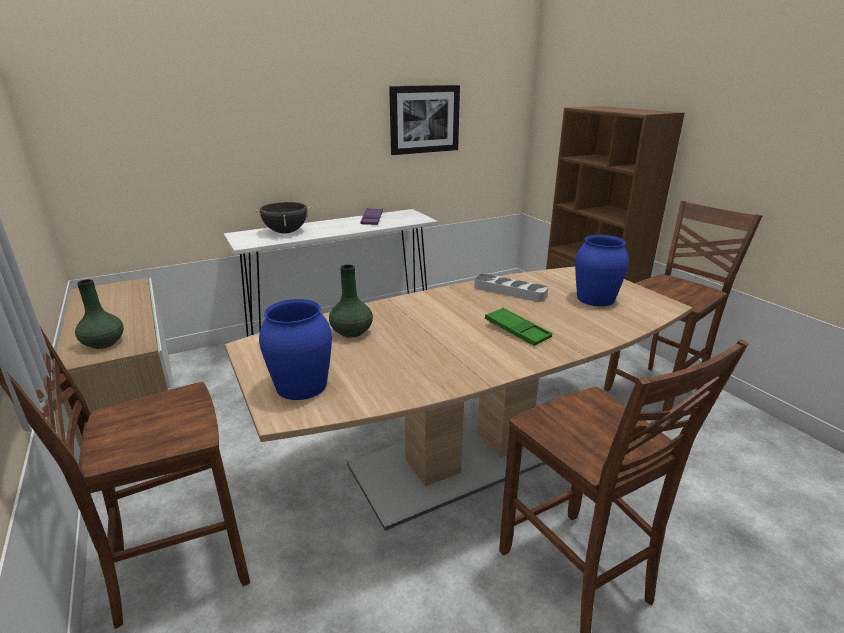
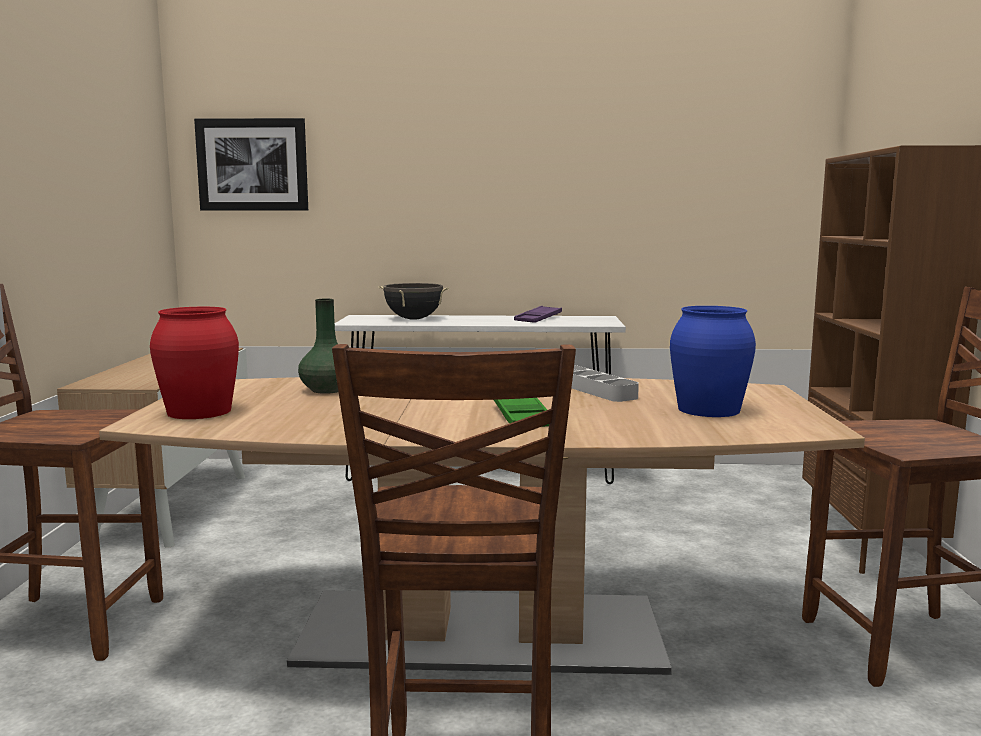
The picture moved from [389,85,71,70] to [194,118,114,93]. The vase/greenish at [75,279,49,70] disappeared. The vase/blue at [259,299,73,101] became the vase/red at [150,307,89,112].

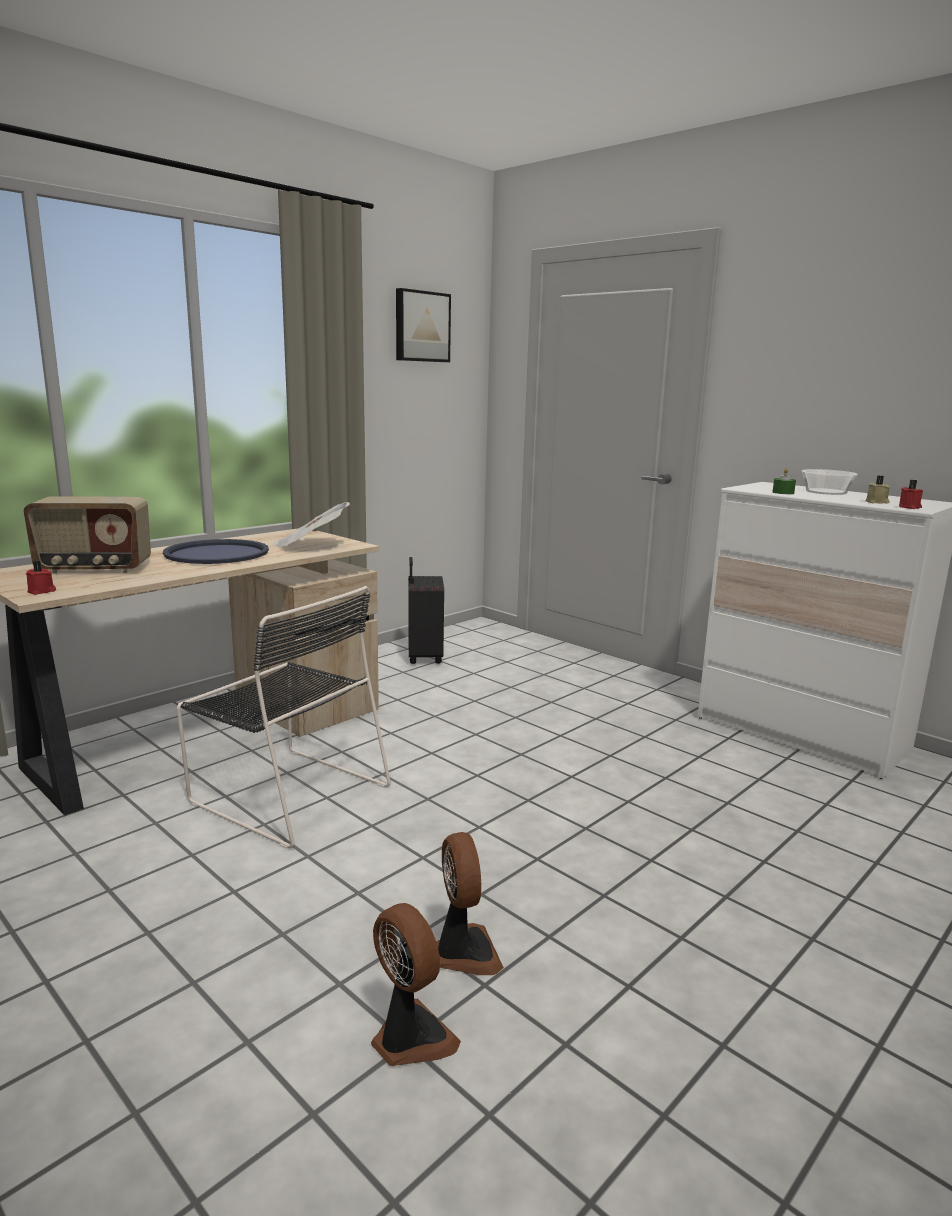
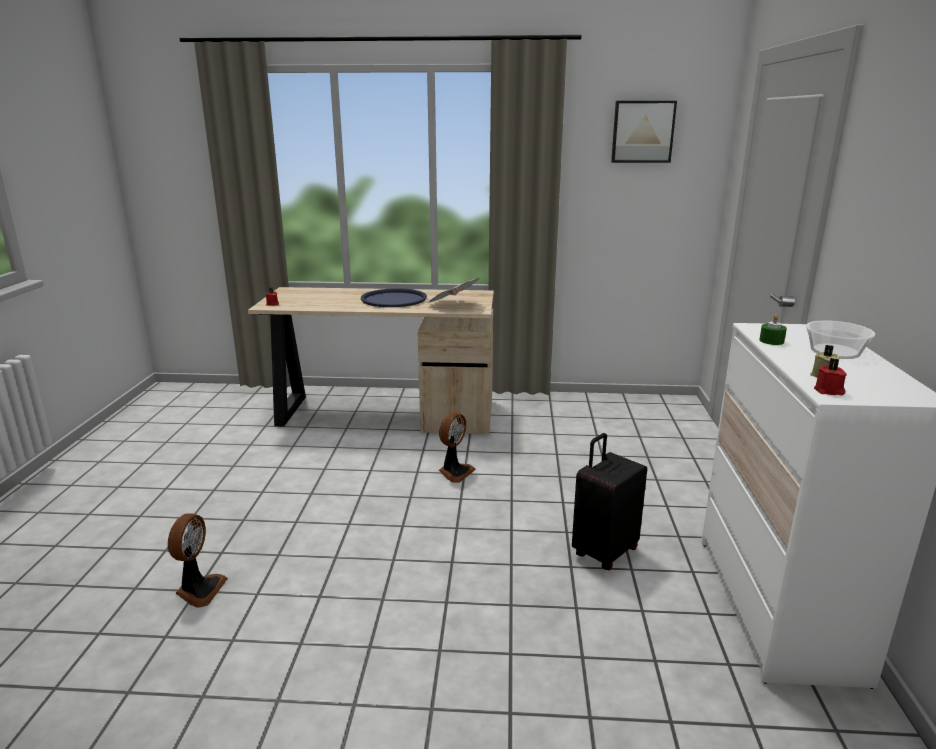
The radio set at [23,497,128,77] disappeared. The travel case/black moved from [408,557,36,107] to [572,433,75,137]. The upright chair/black at [177,586,214,263] disappeared. The fan moved from [436,832,68,143] to [439,412,37,71].

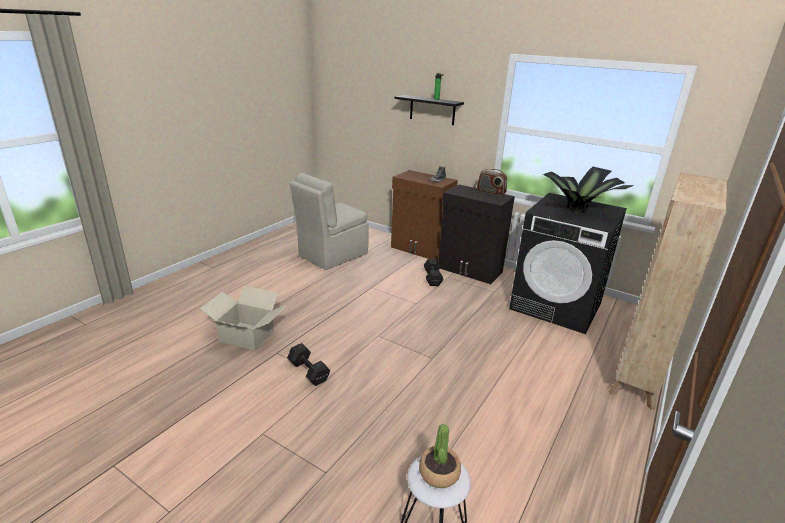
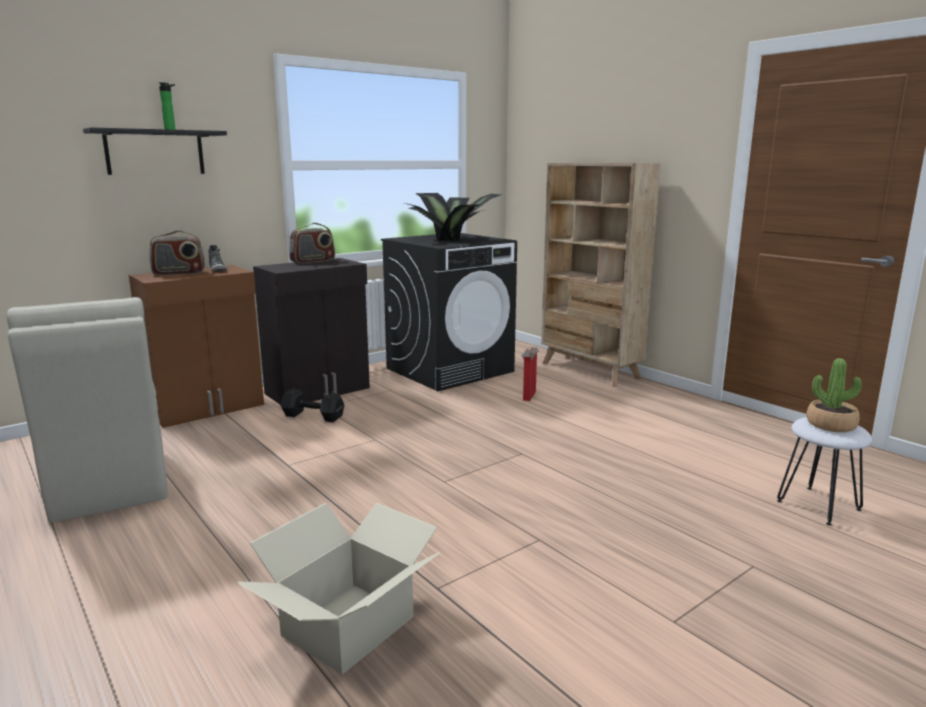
The hand weight/black at [287,343,43,43] disappeared. The radio set at [149,230,56,46] appeared. The carton at [522,347,17,54] appeared.

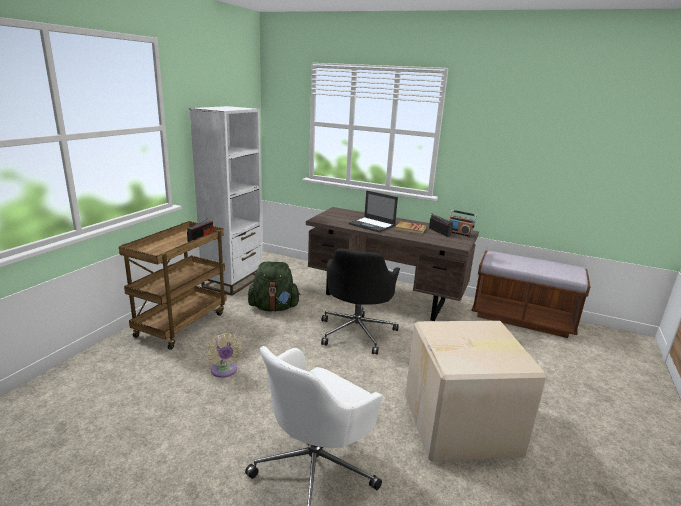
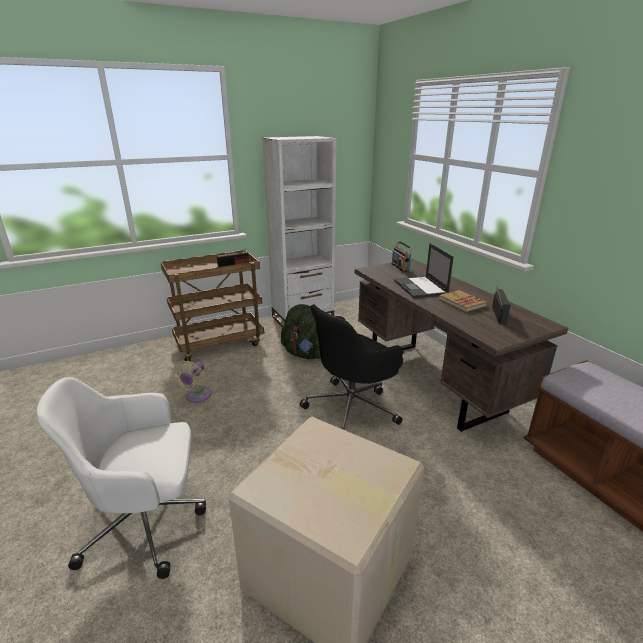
The radio set moved from [449,210,28,27] to [391,241,22,31].

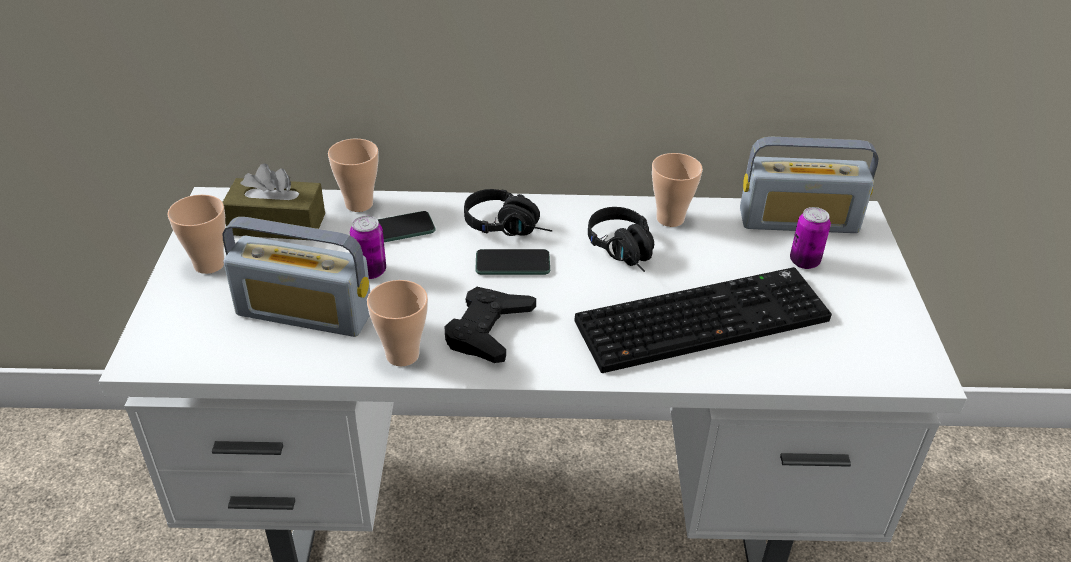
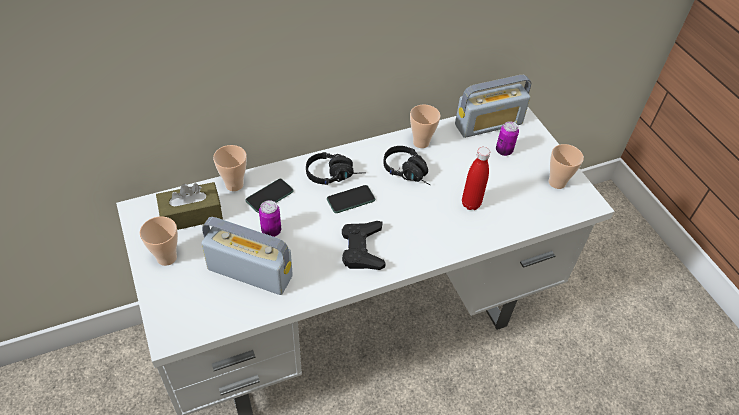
The radio set at [222,217,148,120] turned 150 degrees counterclockwise. The computer keyboard at [574,267,258,106] was replaced by the drink bottle/red at [462,147,28,63]. The drinking cup moved from [367,280,61,87] to [548,144,36,45].

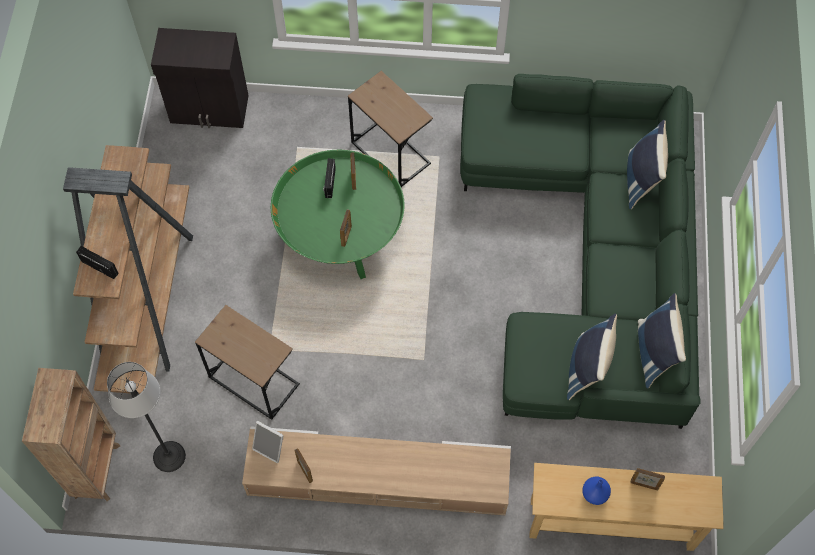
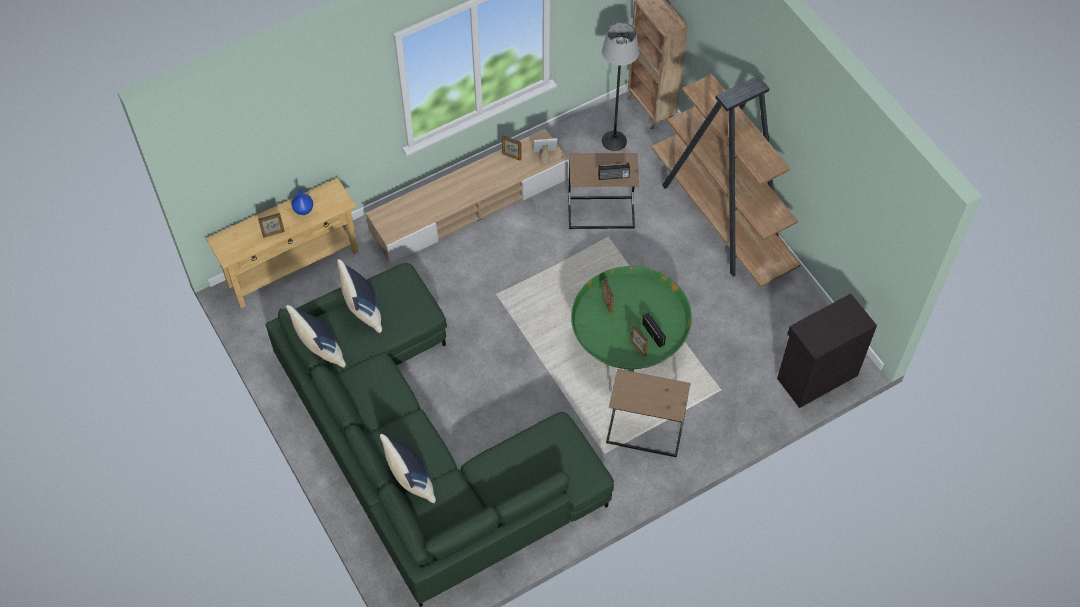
The radio set moved from [76,246,43,33] to [598,163,32,17].

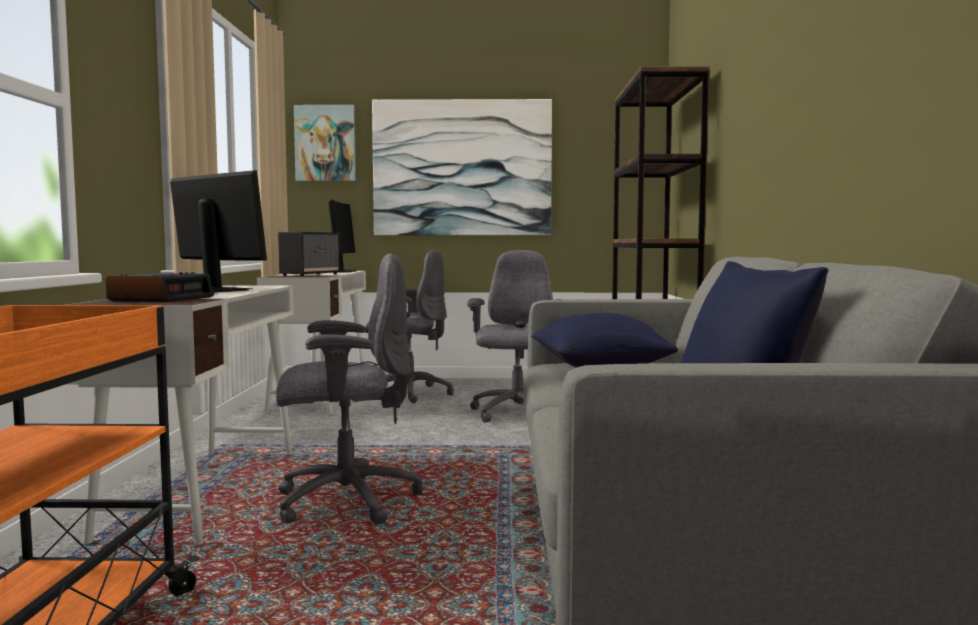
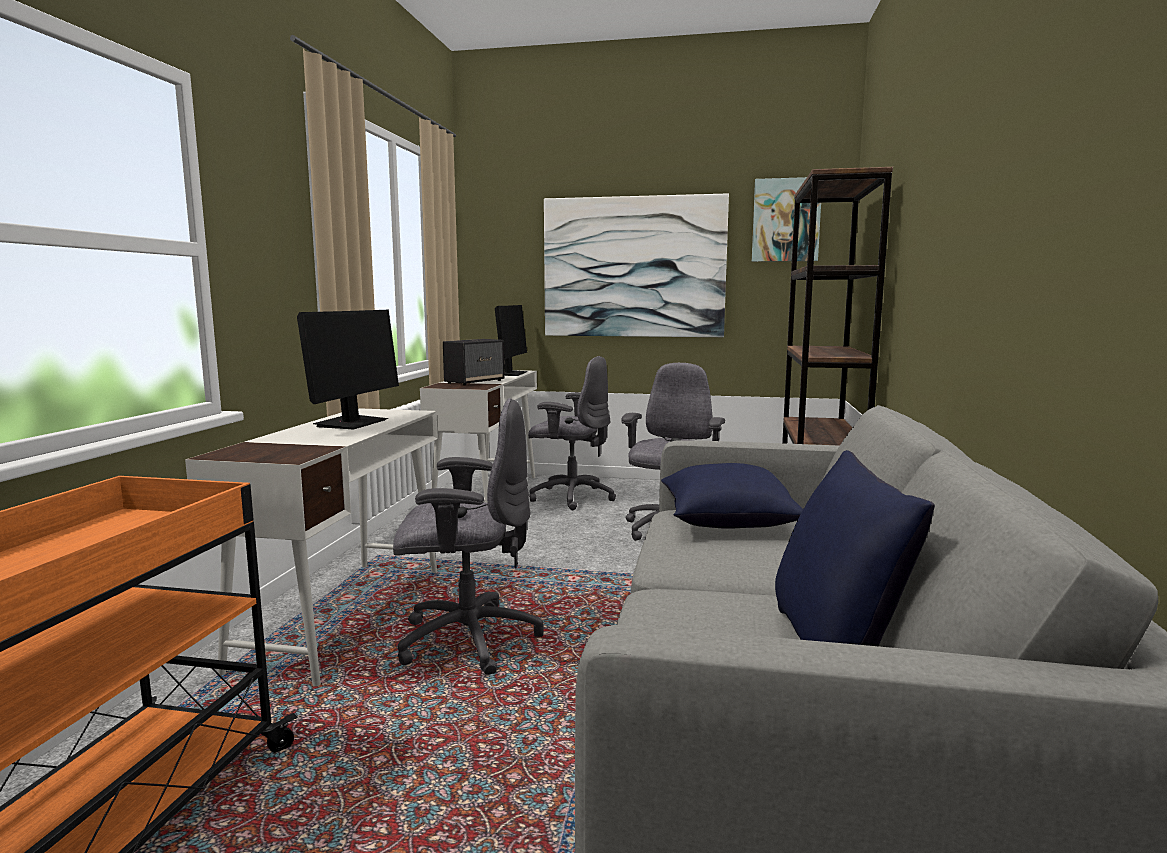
The picture moved from [294,105,62,76] to [752,177,69,85]. The computer screen at [170,170,97,122] turned 60 degrees clockwise. The alarm clock at [106,272,108,30] disappeared.

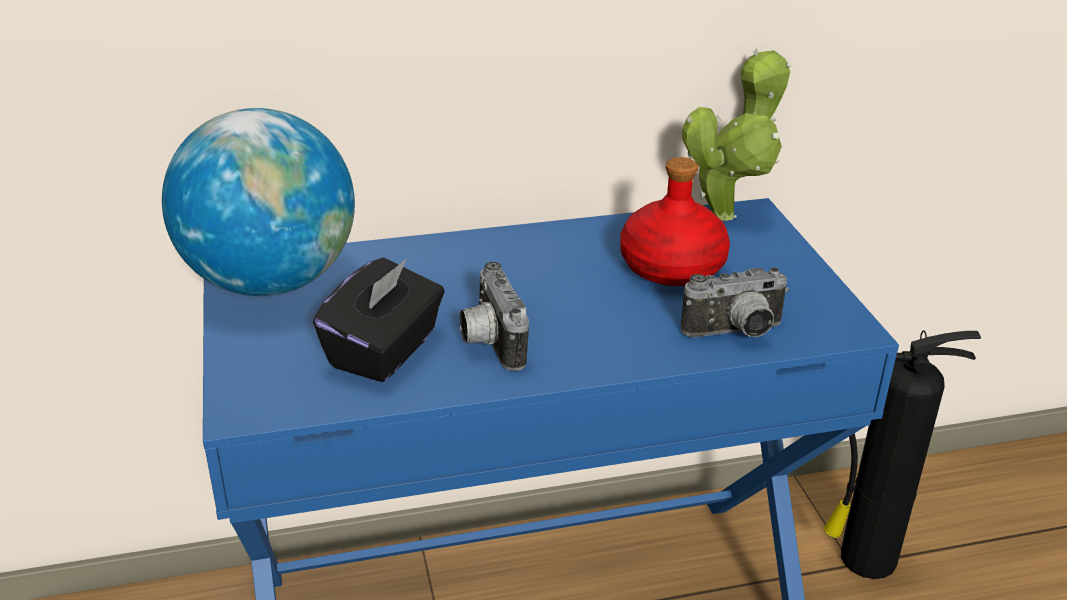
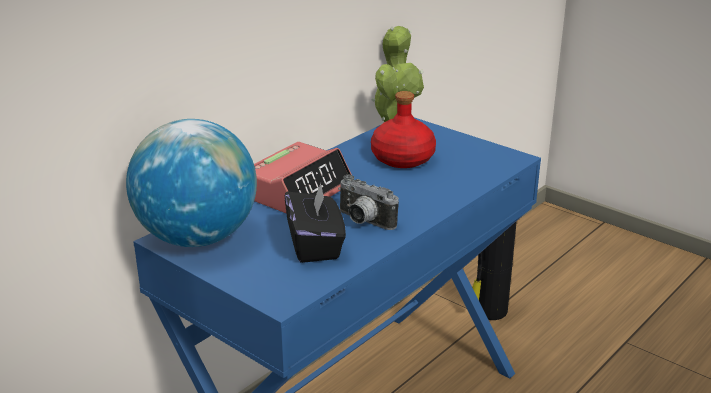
The photo camera at [681,267,108,70] disappeared. The alarm clock at [254,142,98,71] appeared.

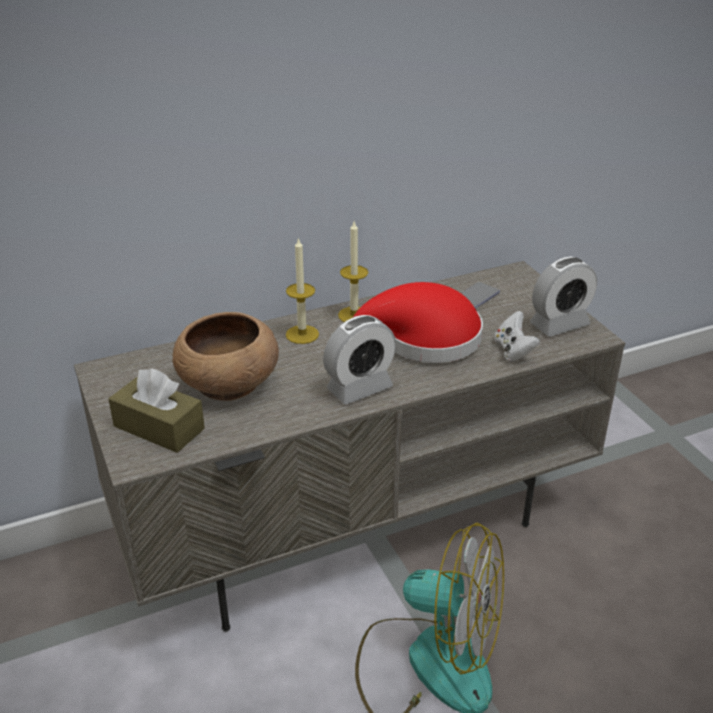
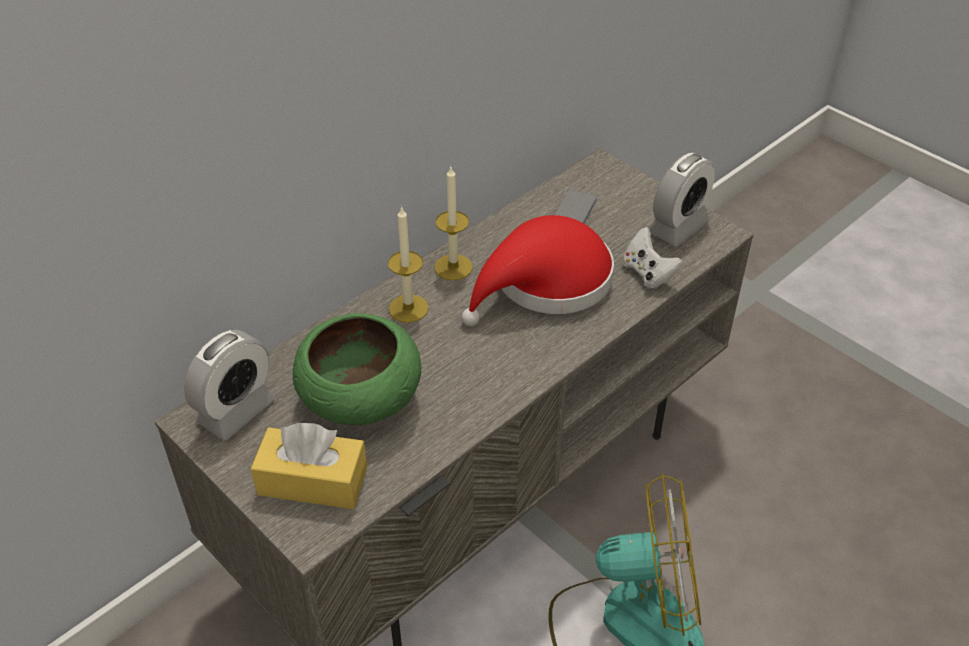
The deep dish/brown at [173,312,106,89] became the deep dish/greenish at [293,313,128,112]. The alarm clock moved from [323,315,73,90] to [184,330,91,110]. The tissue box/brown at [108,368,97,85] became the tissue box/yellow at [251,423,116,86].

